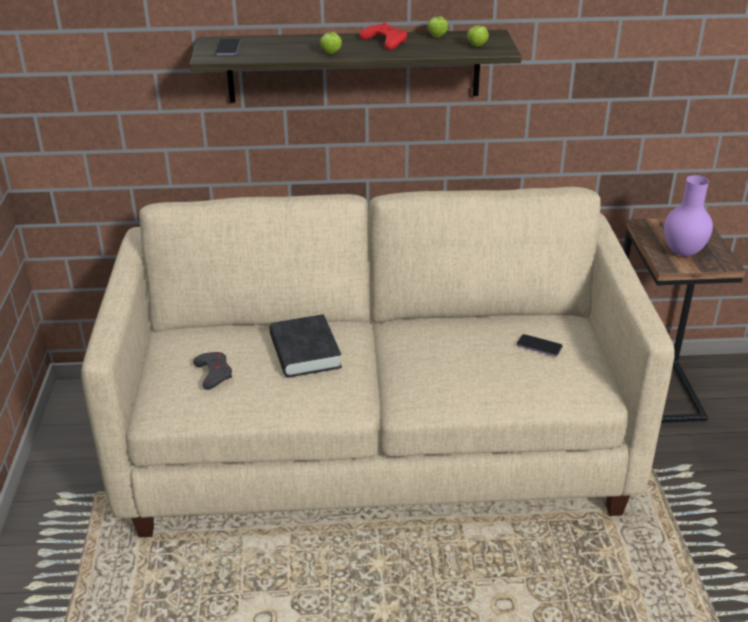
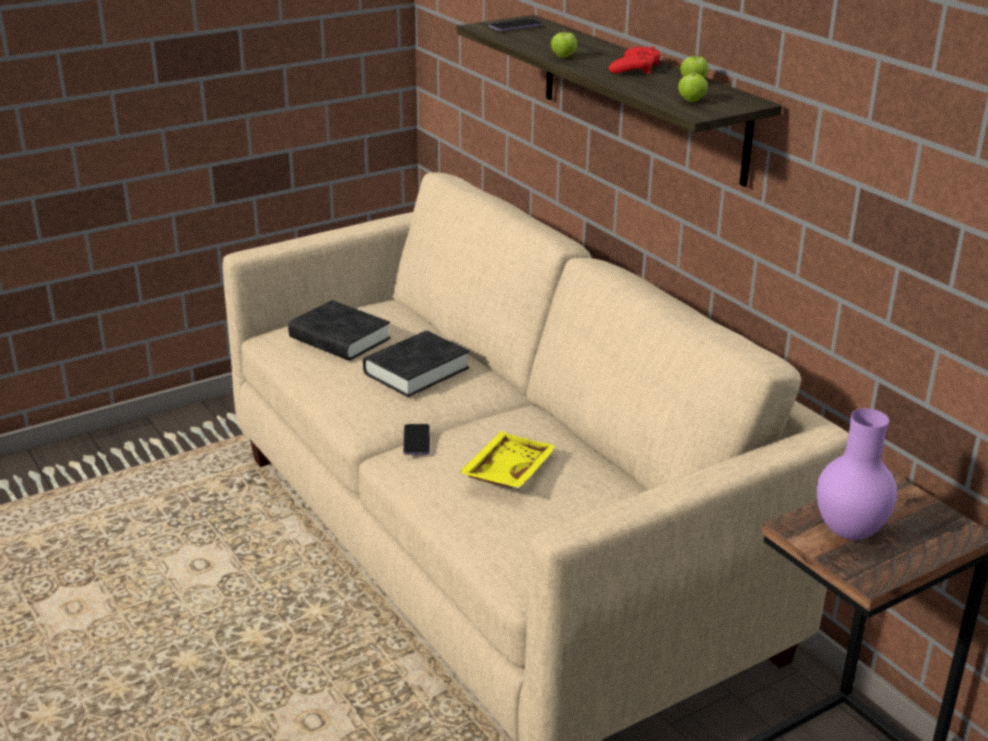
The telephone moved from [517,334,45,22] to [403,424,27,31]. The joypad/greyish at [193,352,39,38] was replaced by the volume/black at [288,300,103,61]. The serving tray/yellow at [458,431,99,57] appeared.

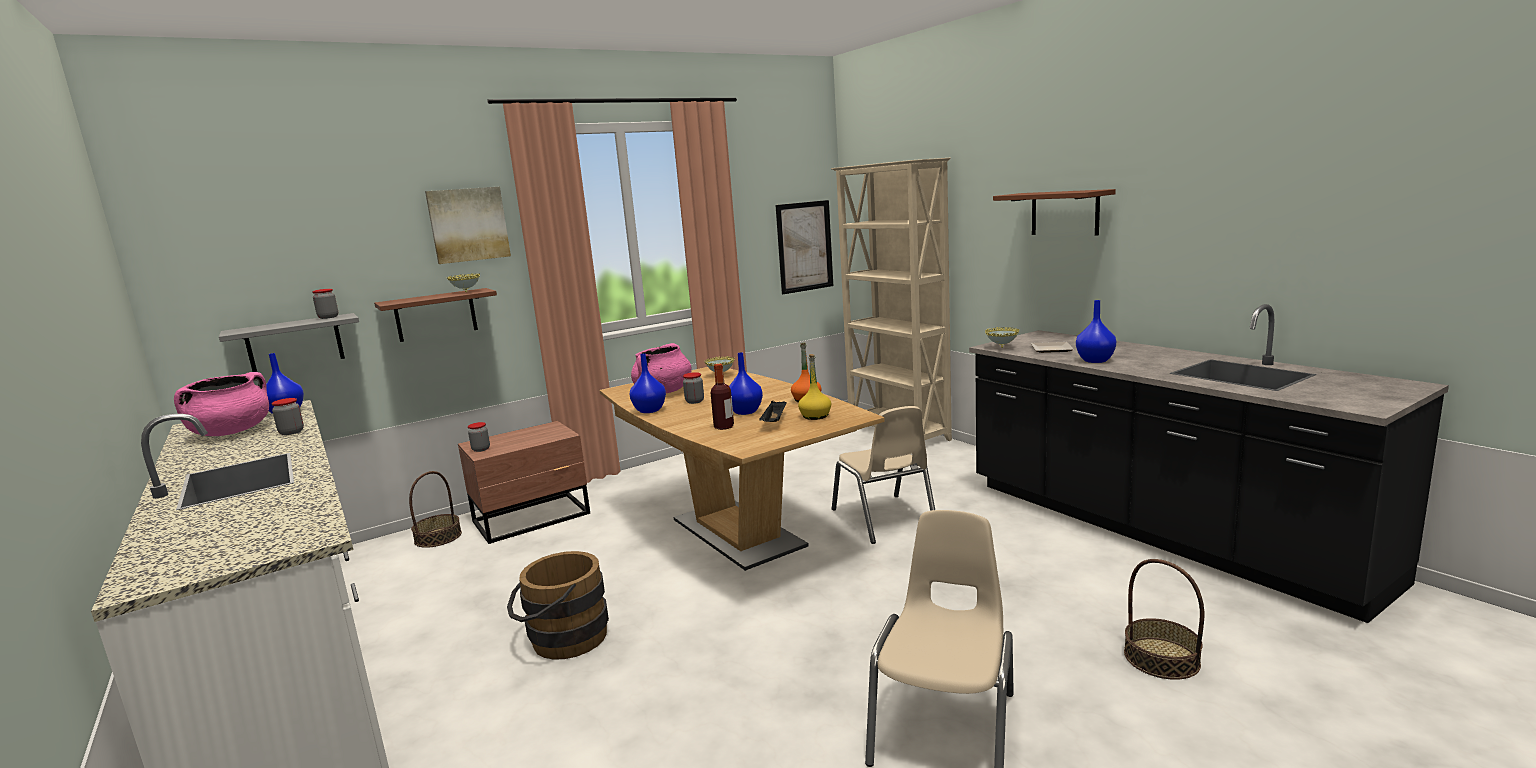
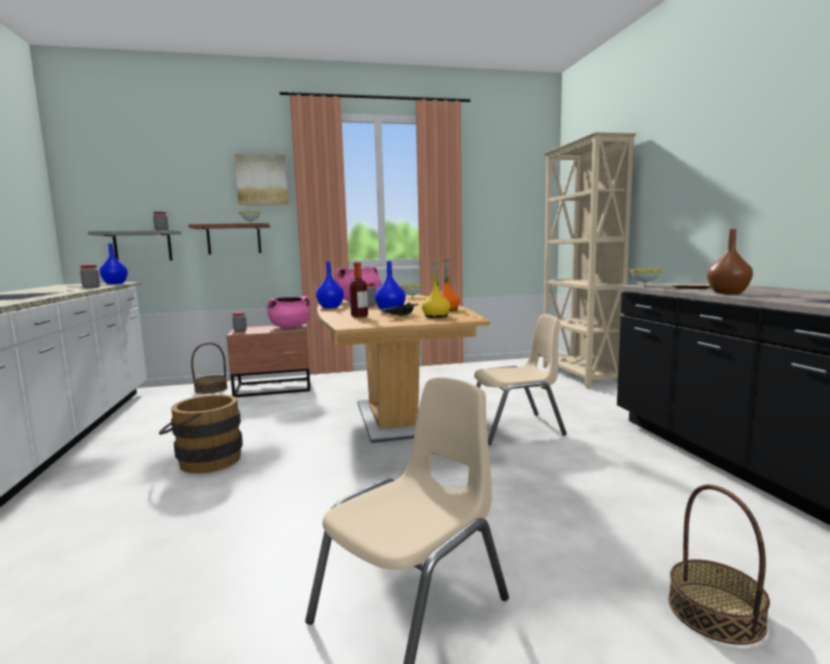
The bracket shelf/brown at [993,189,123,47] disappeared. The picture at [776,200,57,94] disappeared. The vase/blue at [1076,300,40,63] became the vase/brown at [707,229,46,65]. The saucepot/pink moved from [174,372,95,64] to [267,296,43,32]. The upright chair/beige-coloured at [832,406,103,138] turned 105 degrees counterclockwise.

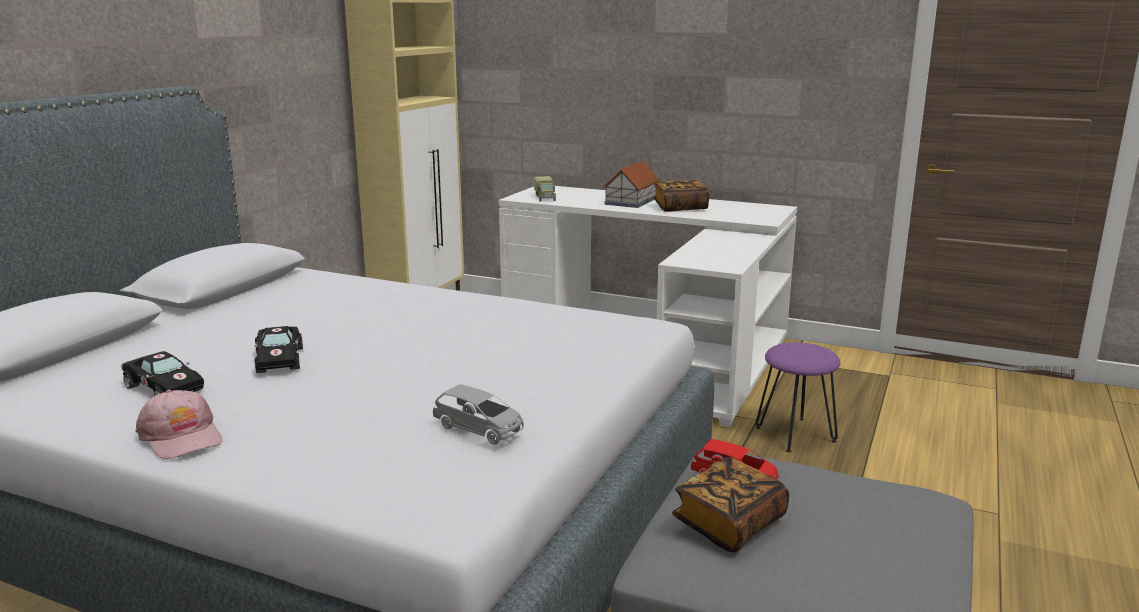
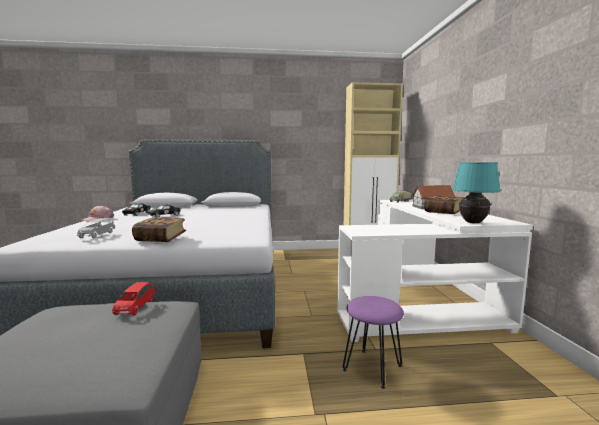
The volume moved from [672,457,117,95] to [132,217,54,25]. The table lamp/turquoise at [452,162,49,61] appeared.

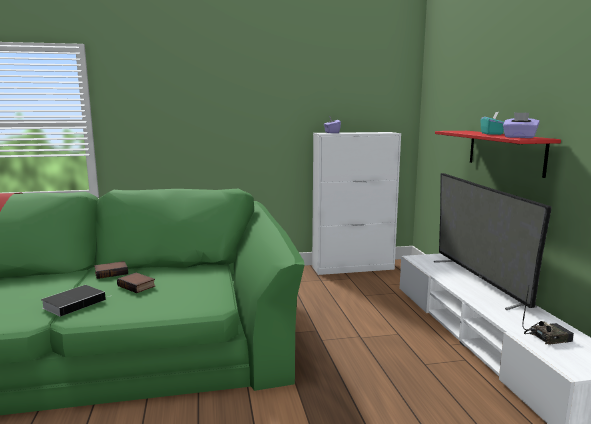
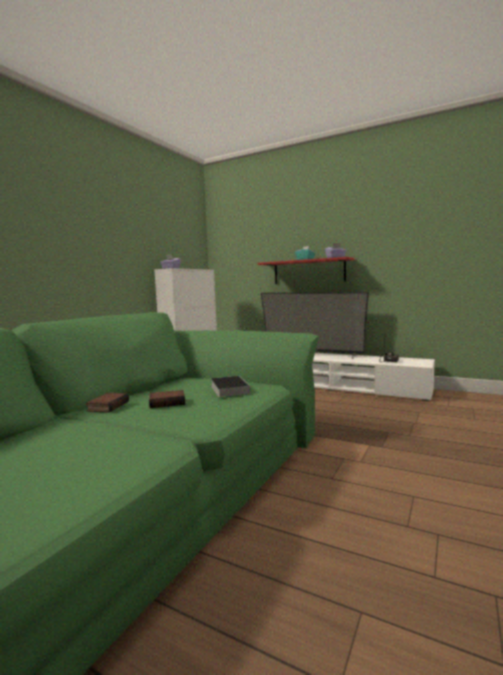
The volume moved from [41,285,65,32] to [211,376,39,21].

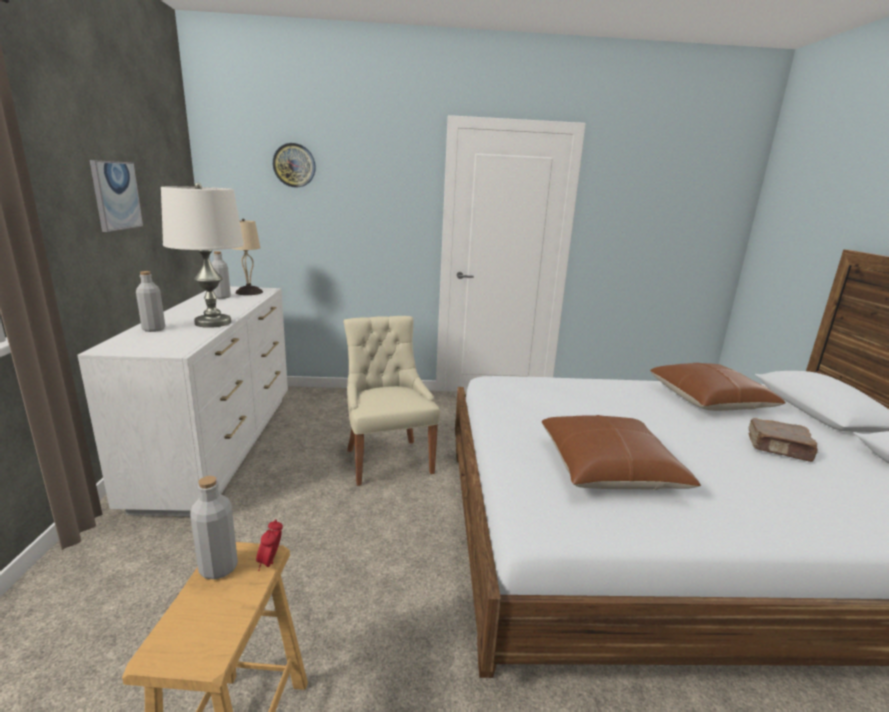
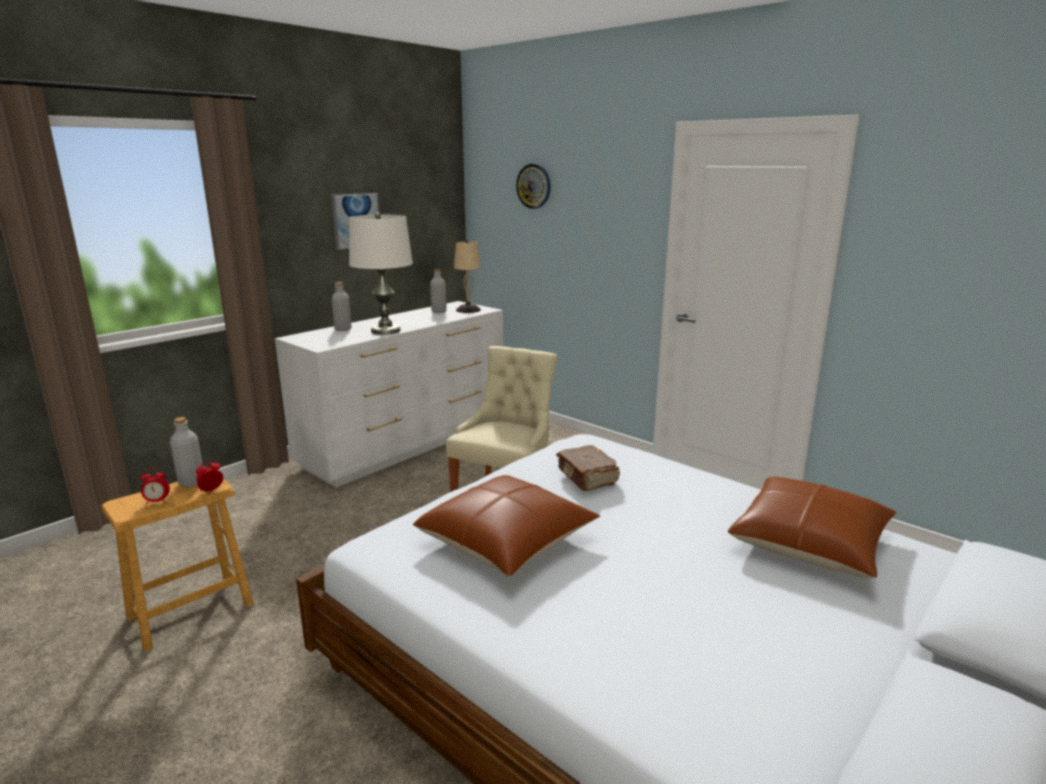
The volume/brown moved from [748,418,70,44] to [556,445,64,46]. The alarm clock at [140,467,30,39] appeared.

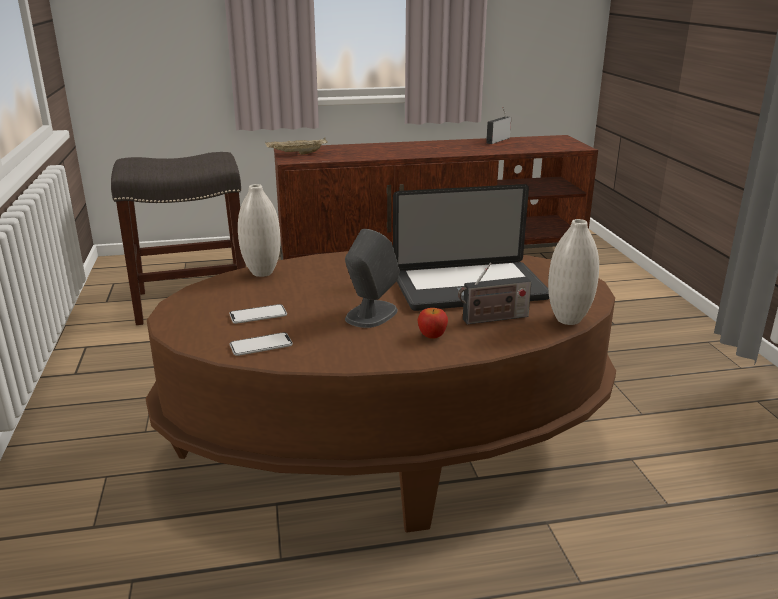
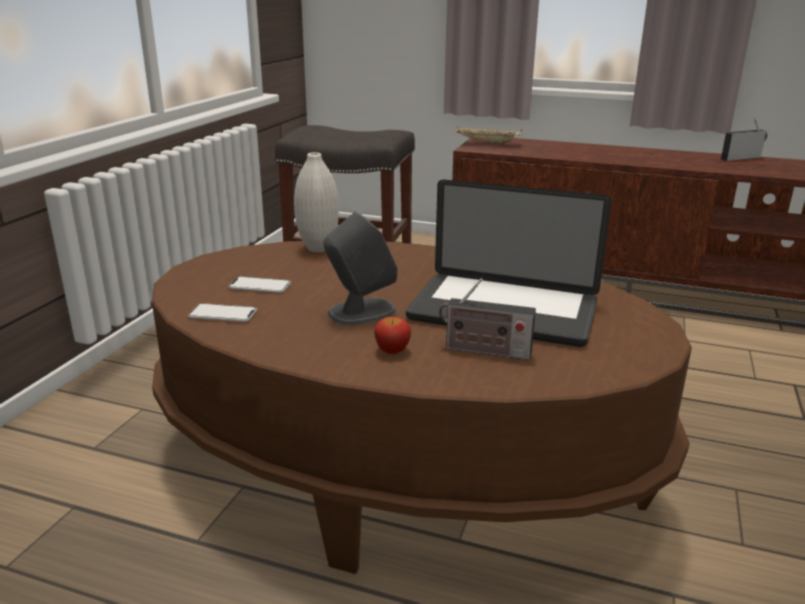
The vase/white-coloured at [548,219,51,106] disappeared.

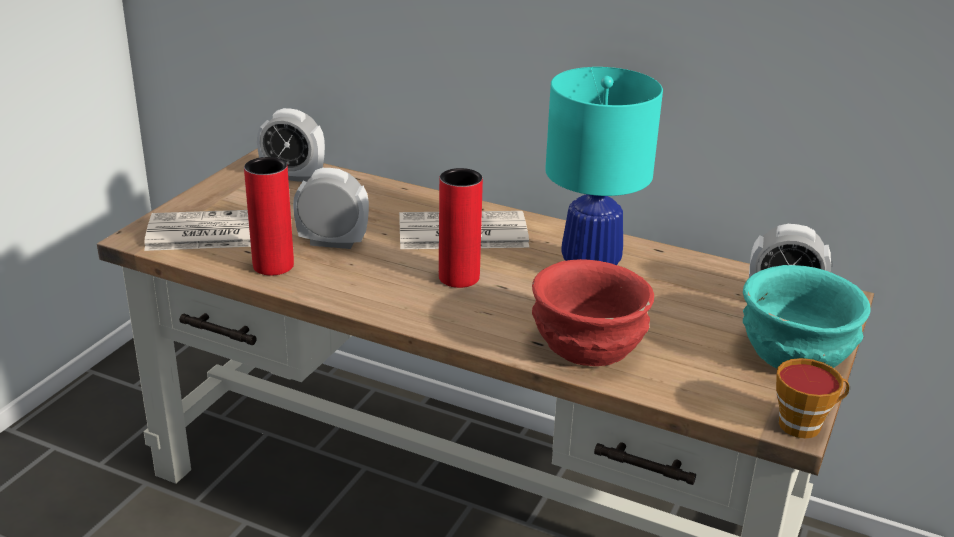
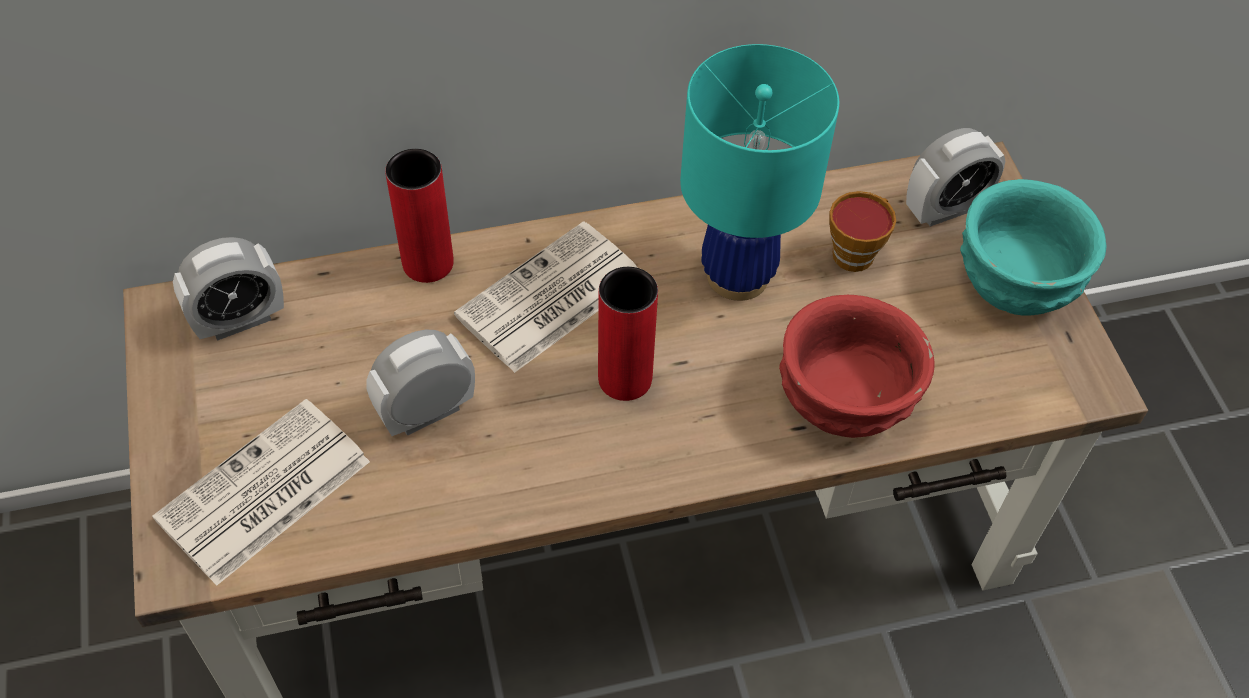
The vase/red moved from [244,157,50,119] to [385,149,69,134]. The drinking cup moved from [776,358,73,81] to [829,191,67,81].

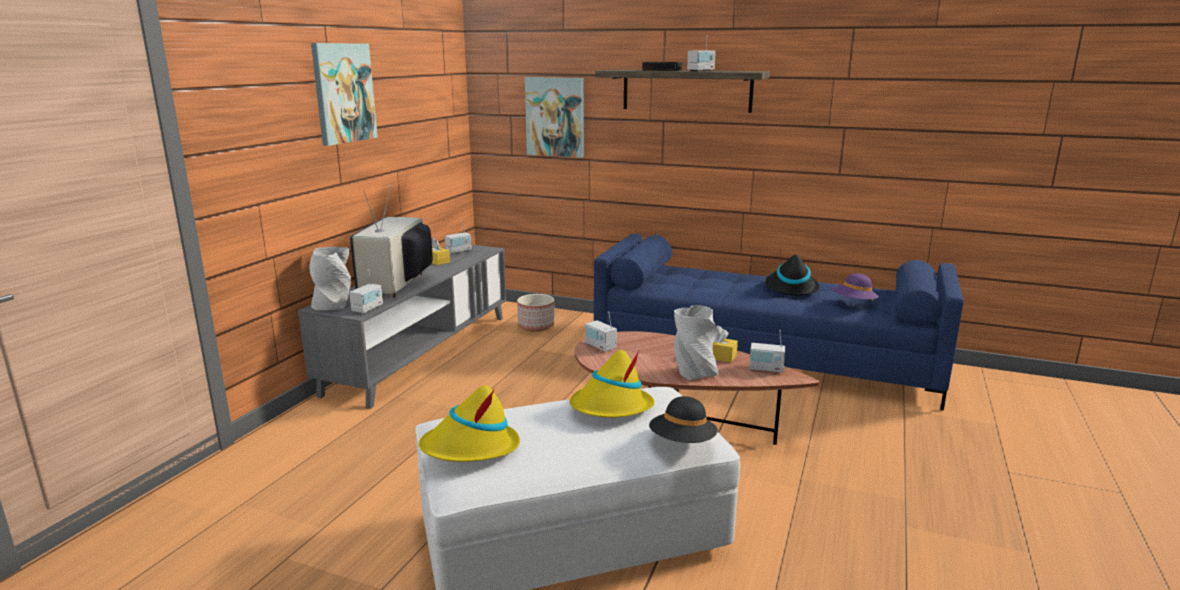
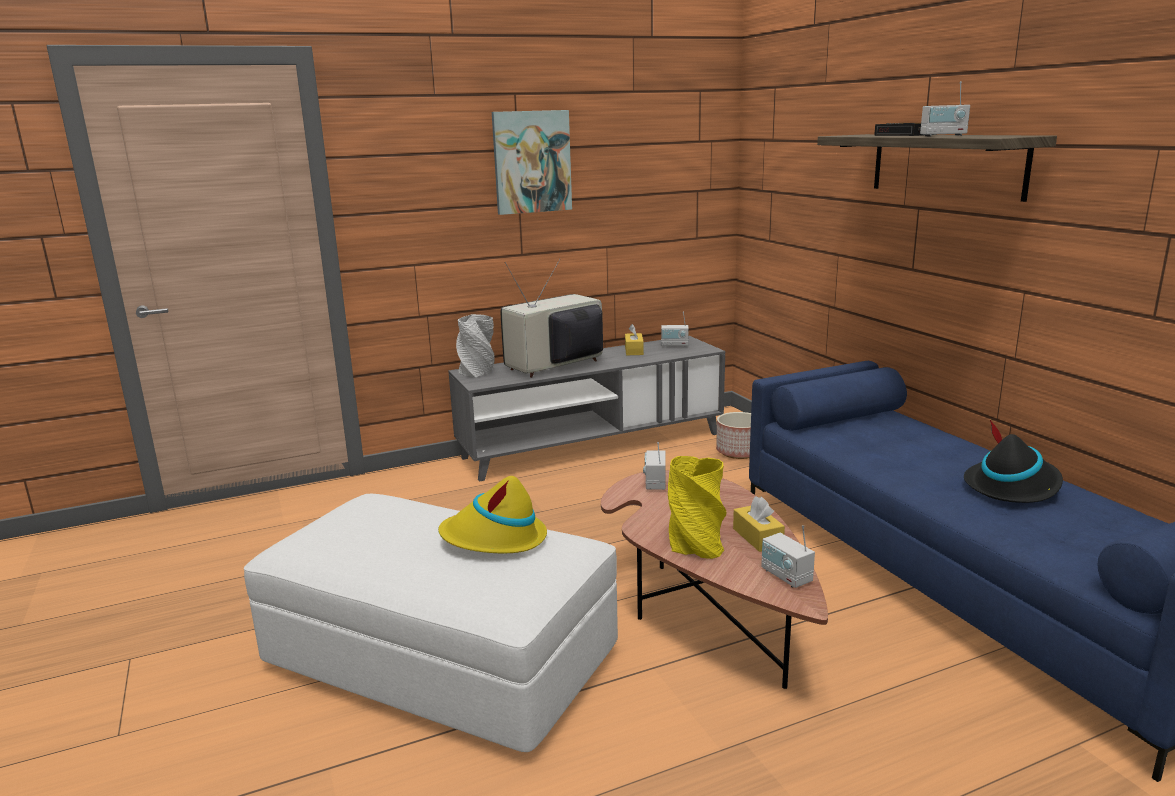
The picture at [525,77,59,81] disappeared. The radio set at [349,269,34,44] disappeared. The wearable hat/purplish at [832,273,47,28] disappeared. The vase/greyish at [674,305,45,75] became the vase/yellow at [668,456,58,103]. The wearable hat/yellow at [419,385,101,77] disappeared. The wearable hat/black at [649,396,69,47] disappeared.

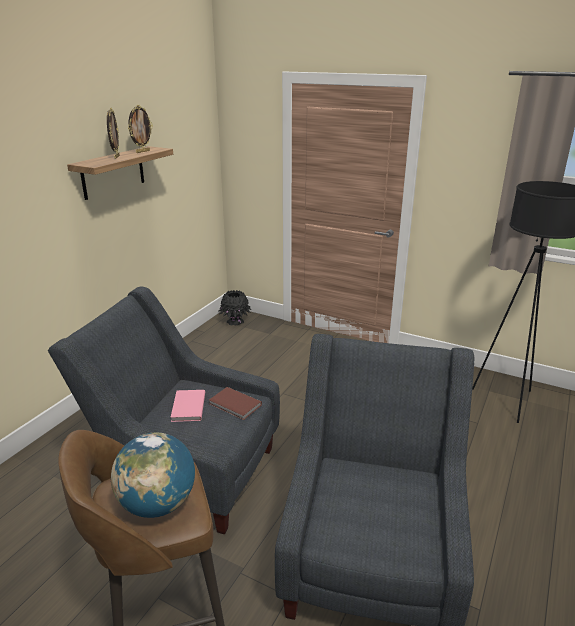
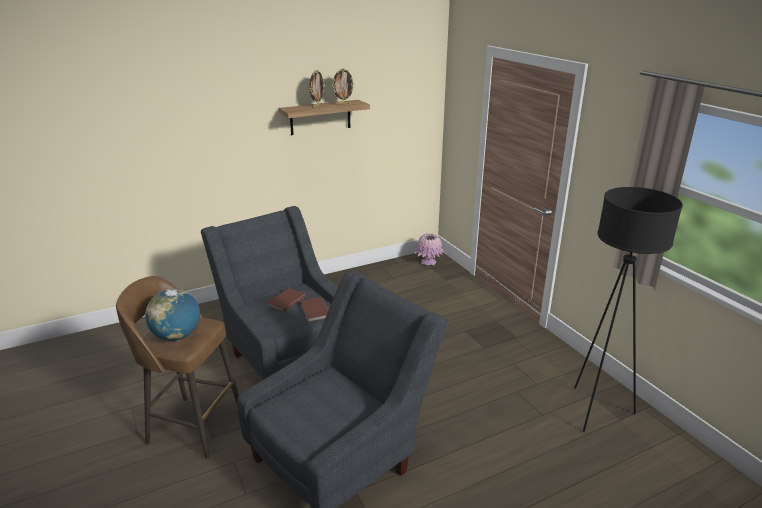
The vase/black at [219,290,32,35] became the vase/pink at [414,233,30,32]. The volume/pink at [170,390,35,32] became the volume/brown at [267,288,39,24].

